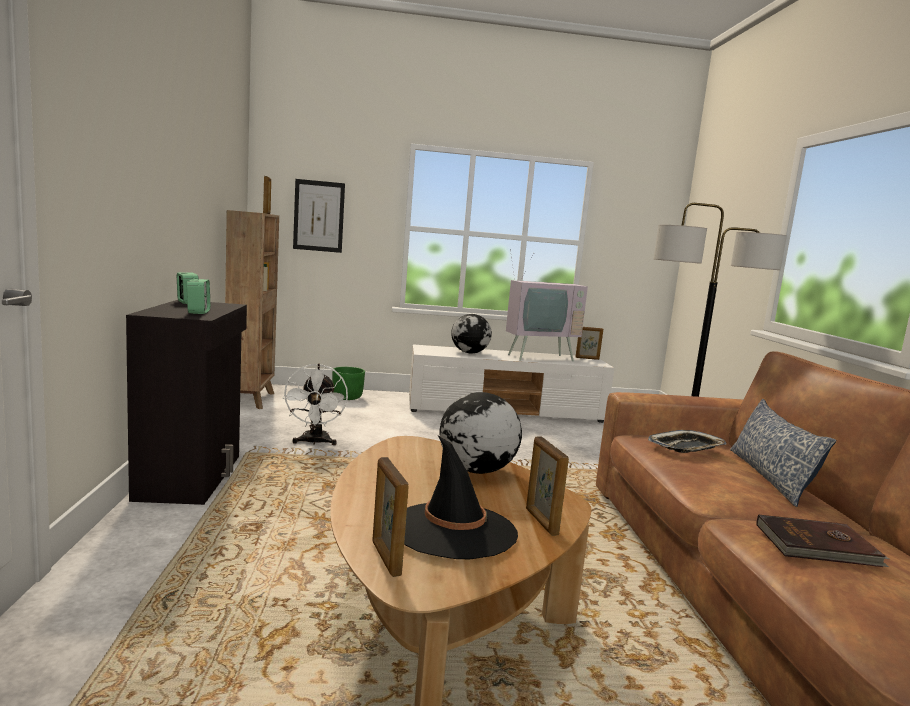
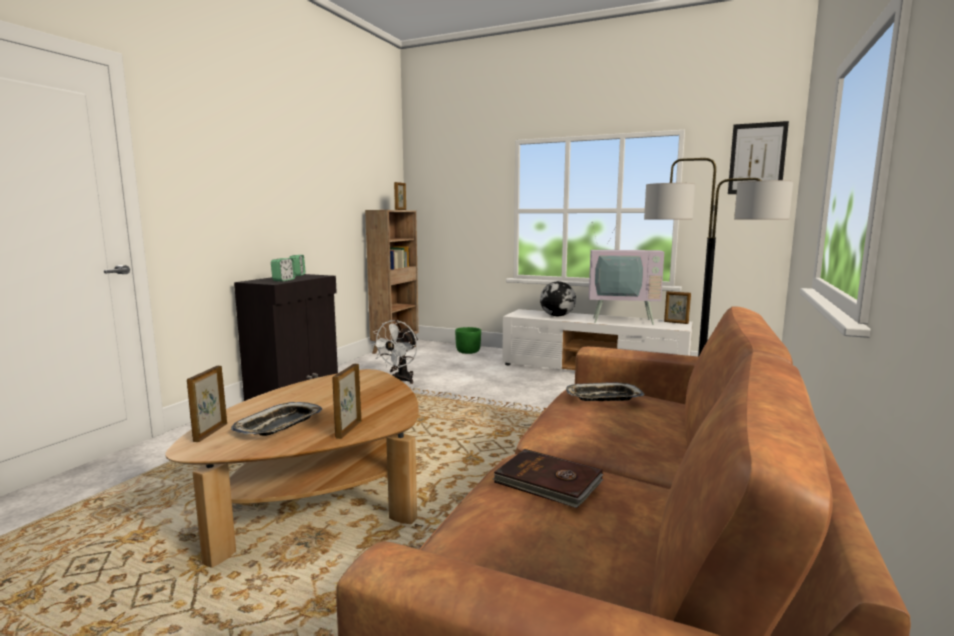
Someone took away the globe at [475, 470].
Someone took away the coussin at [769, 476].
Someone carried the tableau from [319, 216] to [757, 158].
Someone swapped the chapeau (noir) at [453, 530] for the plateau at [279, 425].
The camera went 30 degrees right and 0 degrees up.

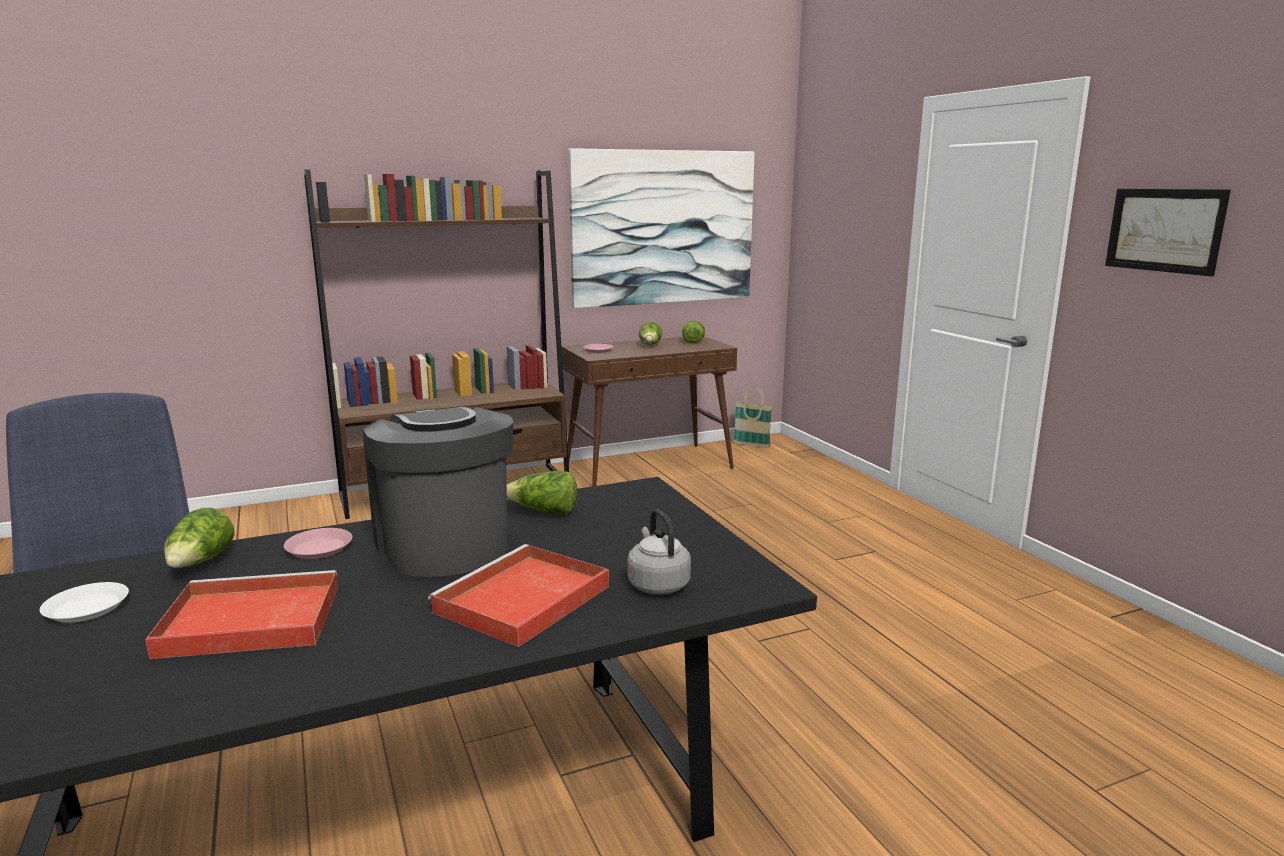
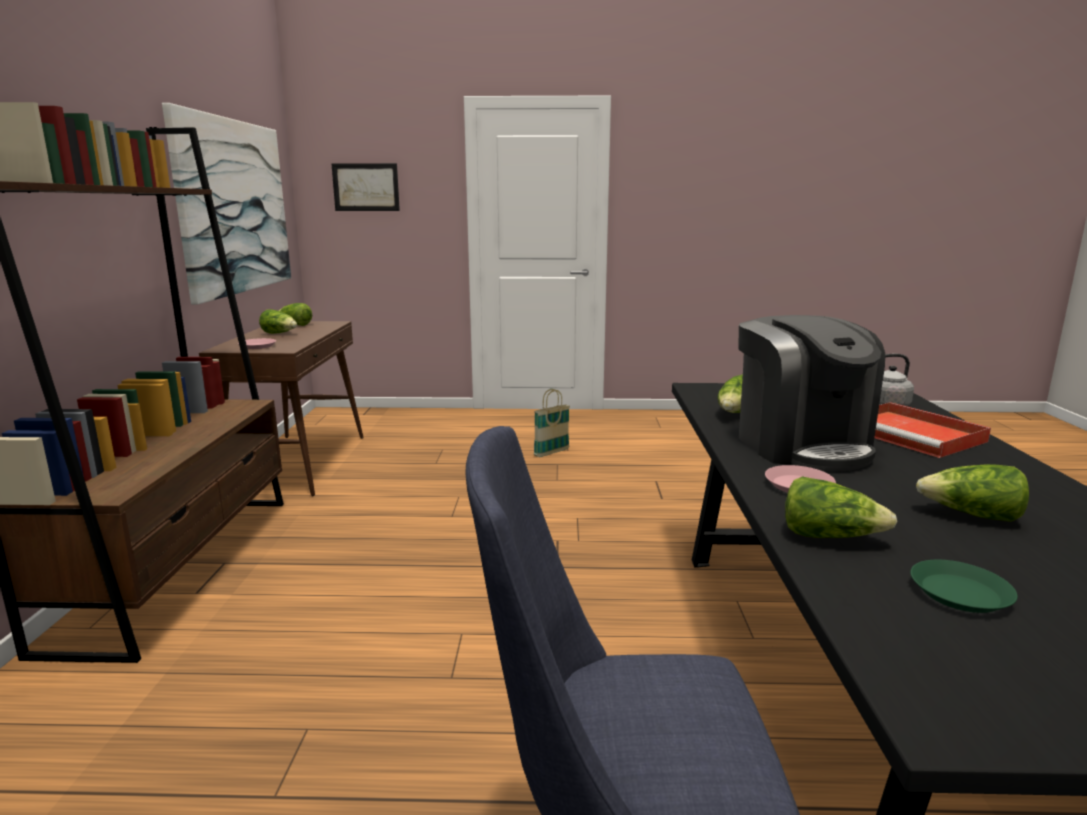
Someone carried the panier from [751, 445] to [551, 452].
Someone carried the tableau from [1164, 230] to [366, 187].
Someone swapped the plateau (rouge) at [247, 621] for the laitue at [971, 515].
Someone repainted the assiette (blanc) at [86, 608], which became the assiette (vert) at [960, 593].
Someone rotated the machine à café at [444, 544] by 105 degrees counterclockwise.
The camera went 65 degrees left and 0 degrees up.

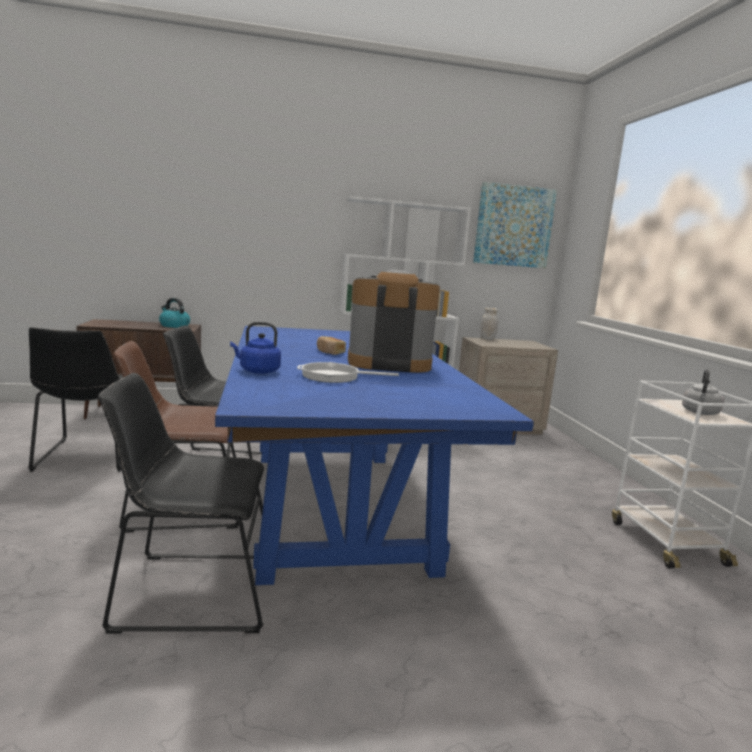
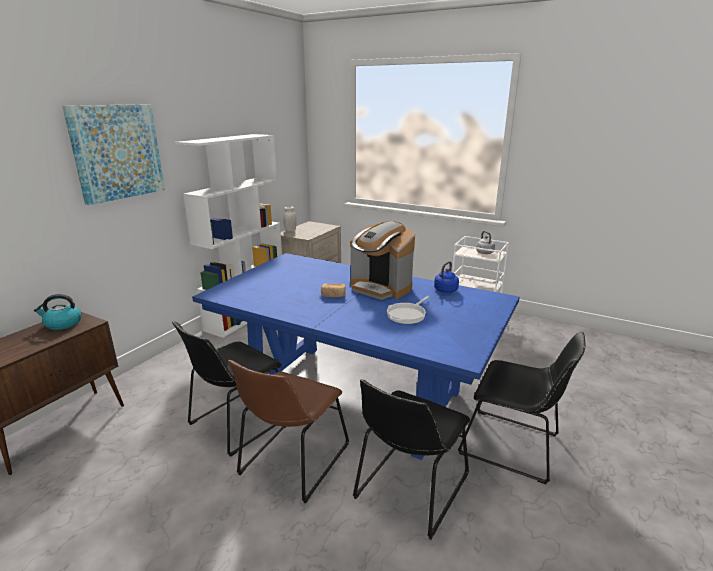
Someone carried the chaise (noir) from [88, 457] to [514, 446].
Someone carried the bouilloire (bleu) from [257, 371] to [445, 290].
Someone carried the tableau from [513, 226] to [117, 152].
Someone rotated the machine à café at [388, 363] by 90 degrees counterclockwise.
The camera went 50 degrees left and 10 degrees up.

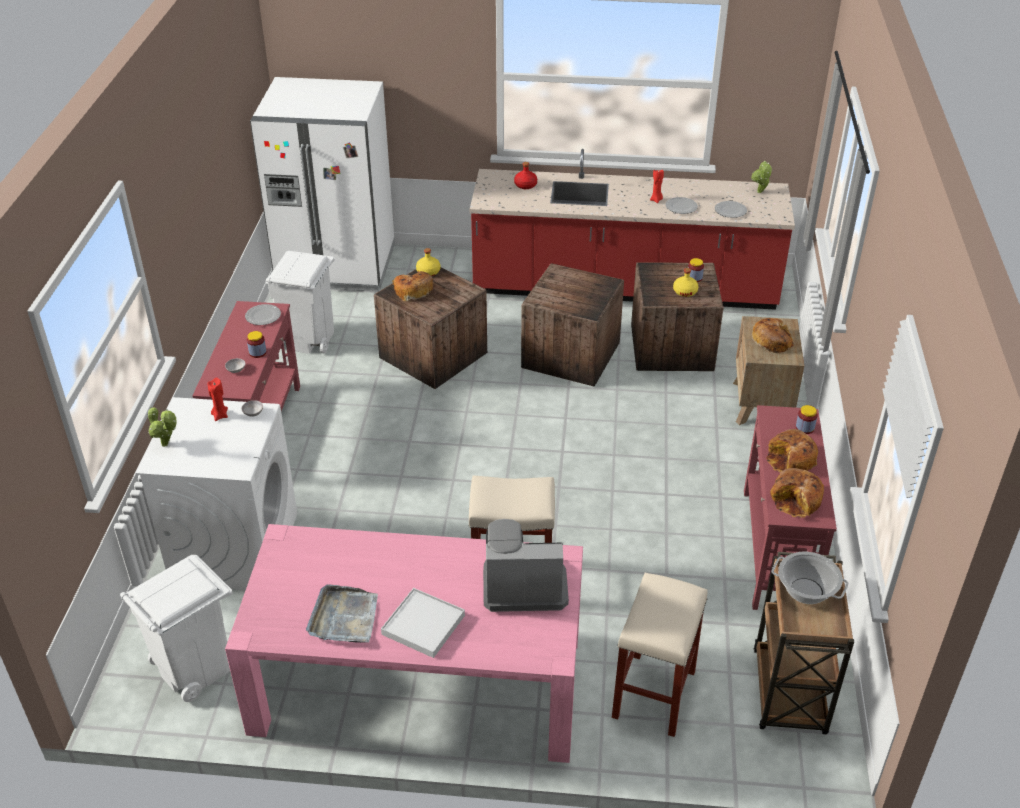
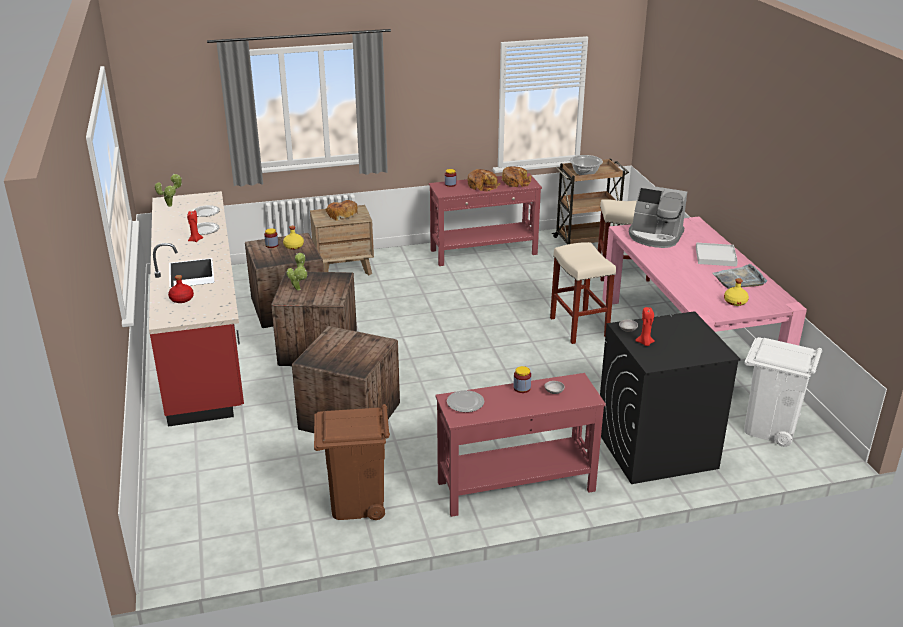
Someone took away the réfrigérateur (blanc) at [336, 266].
Someone took away the pain at [413, 290].
Someone carried the plante en pot from [166, 445] to [299, 288].
Someone carried the bouteille (jaune) from [428, 272] to [735, 302].
Someone repainted the lave-linge (blanc) at [235, 547], which became the lave-linge (noir) at [655, 449].
Someone repainted the poubelle (blanc) at [308, 339], which became the poubelle (marron) at [357, 503].
Someone rotated the machine à café at [523, 584] by 45 degrees counterclockwise.
The camera went 110 degrees left and 10 degrees down.

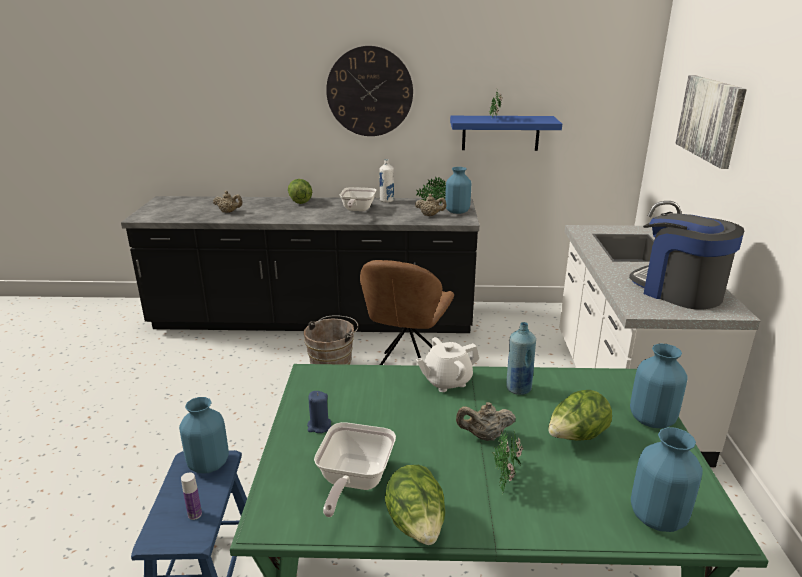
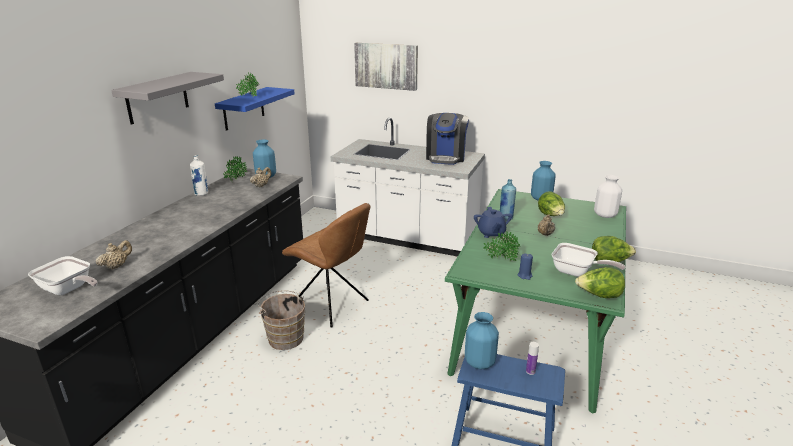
Someone carried the laitue from [300, 201] to [599, 296].
Someone carried the poêle from [357, 210] to [68, 290].
Someone carried the plante en pot from [504, 477] to [500, 259].
Someone swapped the horloge murale at [369, 92] for the étagère (gris) at [157, 97].
Someone repainted the théière (blanc) at [446, 381], which became the théière (bleu) at [491, 233].
Someone repainted the vase (bleu) at [658, 517], which became the vase (blanc) at [605, 215].
Someone rotated the machine à café at [678, 291] by 60 degrees counterclockwise.
The camera went 70 degrees left and 0 degrees up.

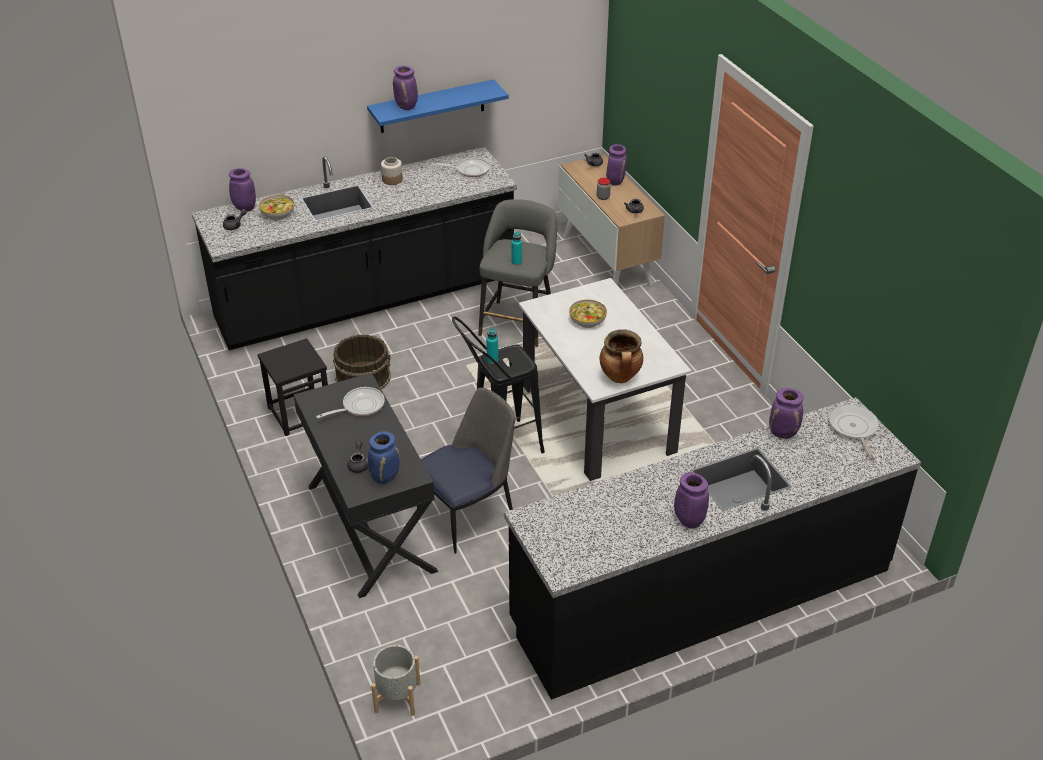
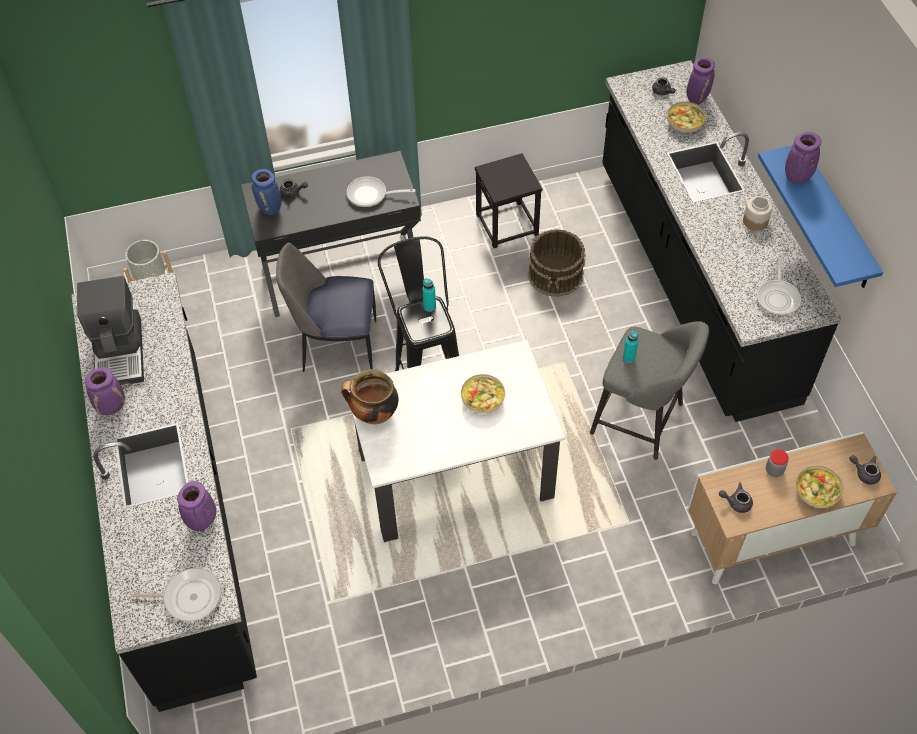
Someone put down the machine à café at [120, 352].
Someone swapped the vase (violet) at [615, 181] for the bol at [817, 492].
Someone rotated the poêle at [360, 406] by 120 degrees clockwise.
Someone rotated the chaise at [468, 516] by 120 degrees clockwise.
The camera went 100 degrees right and 15 degrees up.

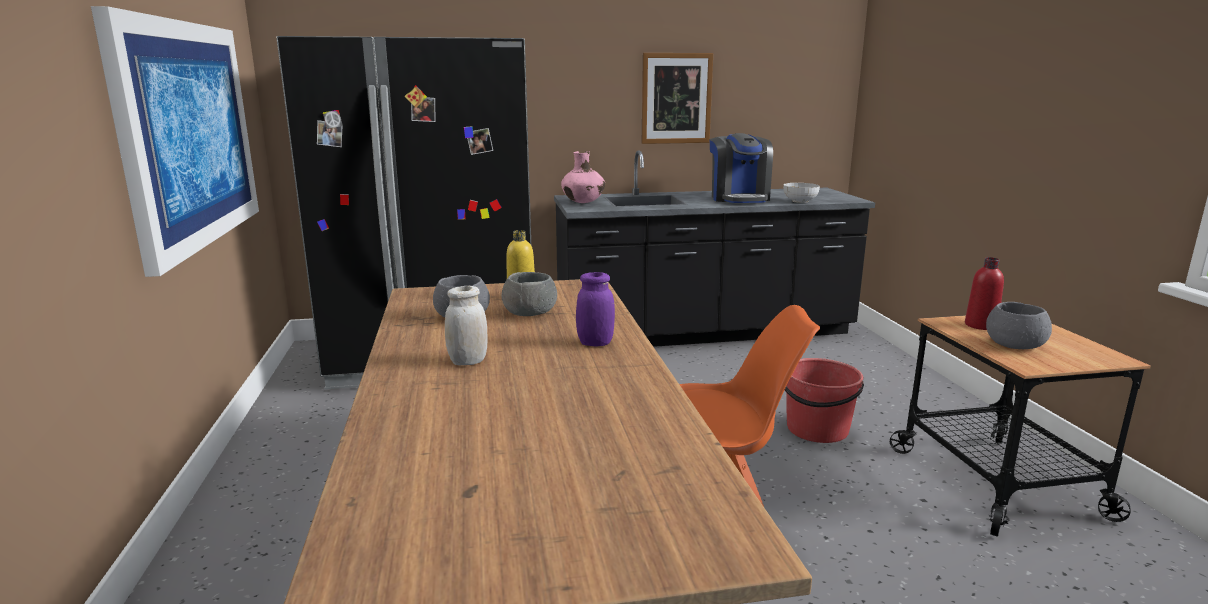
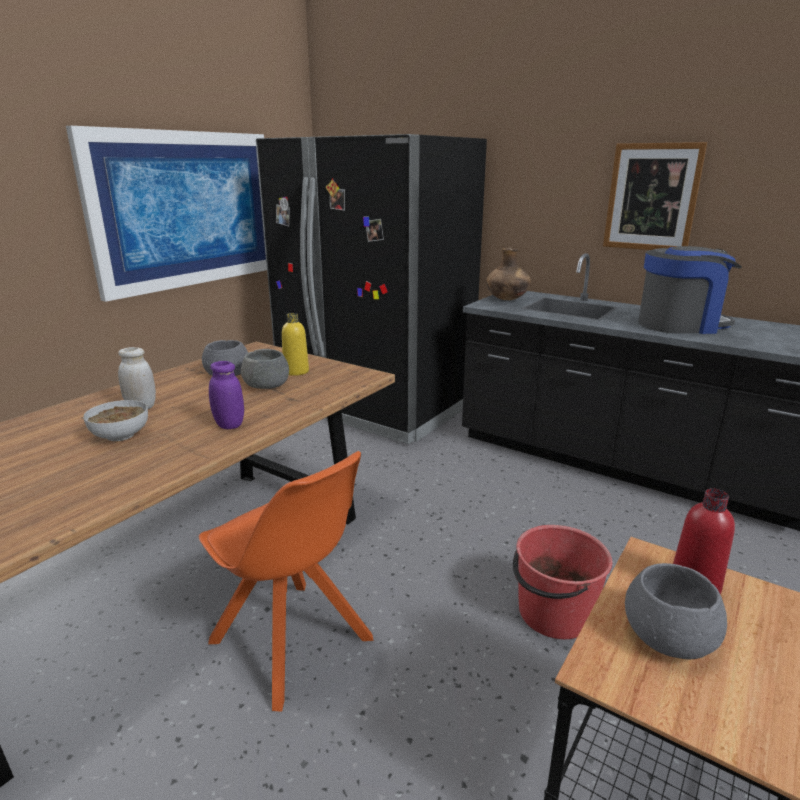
Someone carried the bol from [800, 201] to [121, 436].
Someone repainted the vase (rose) at [583, 202], which became the vase (marron) at [507, 299].
Someone rotated the machine à café at [739, 198] by 135 degrees counterclockwise.
The camera went 45 degrees right and 5 degrees up.

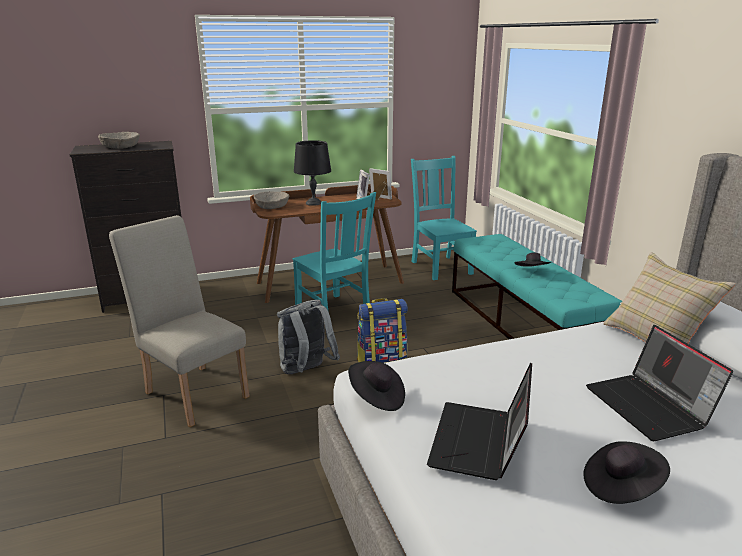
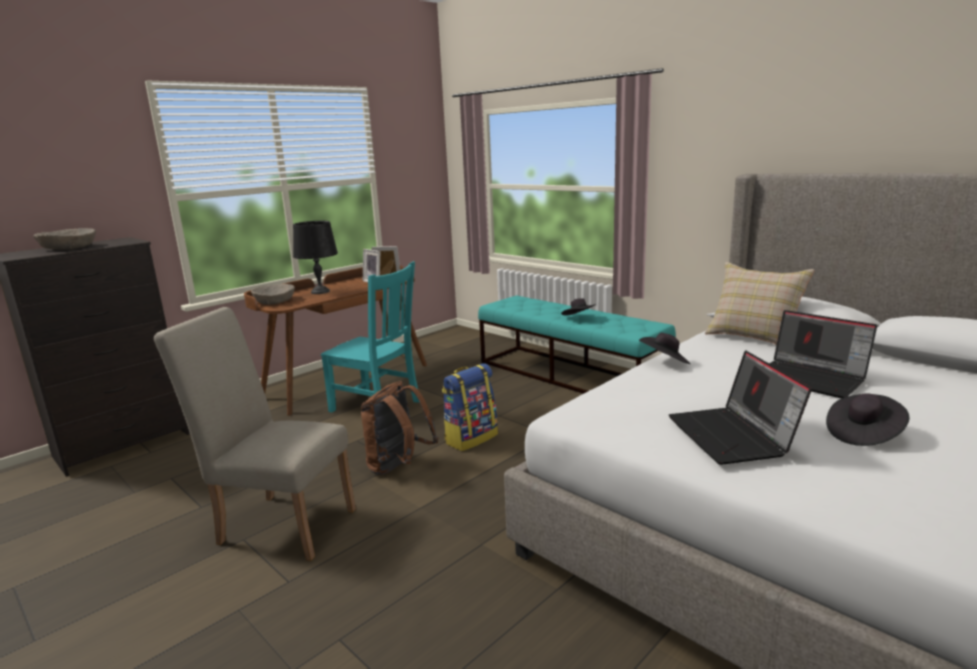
Someone took away the chaise (turquoise) at [440, 267].
Someone carried the chapeau (noir) from [376, 398] to [665, 362].
Someone repainted the sac à dos (gris) at [306, 371], which became the sac à dos (marron) at [398, 467].
The camera went 25 degrees left and 5 degrees down.

